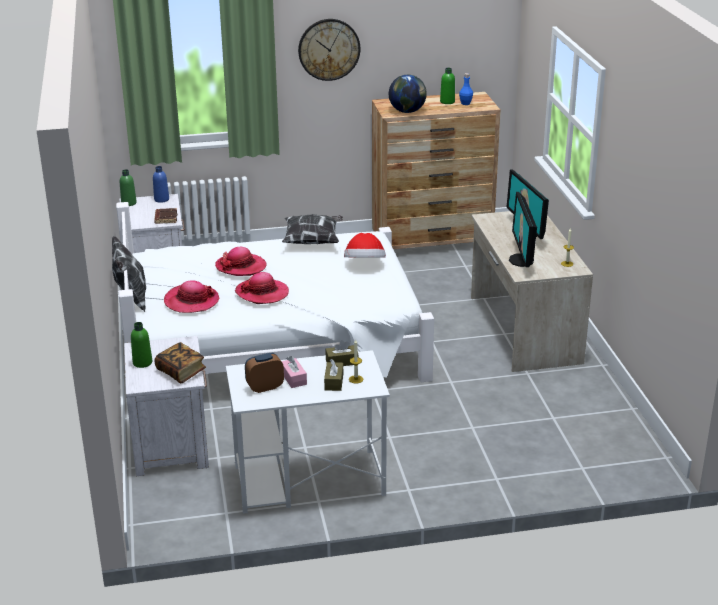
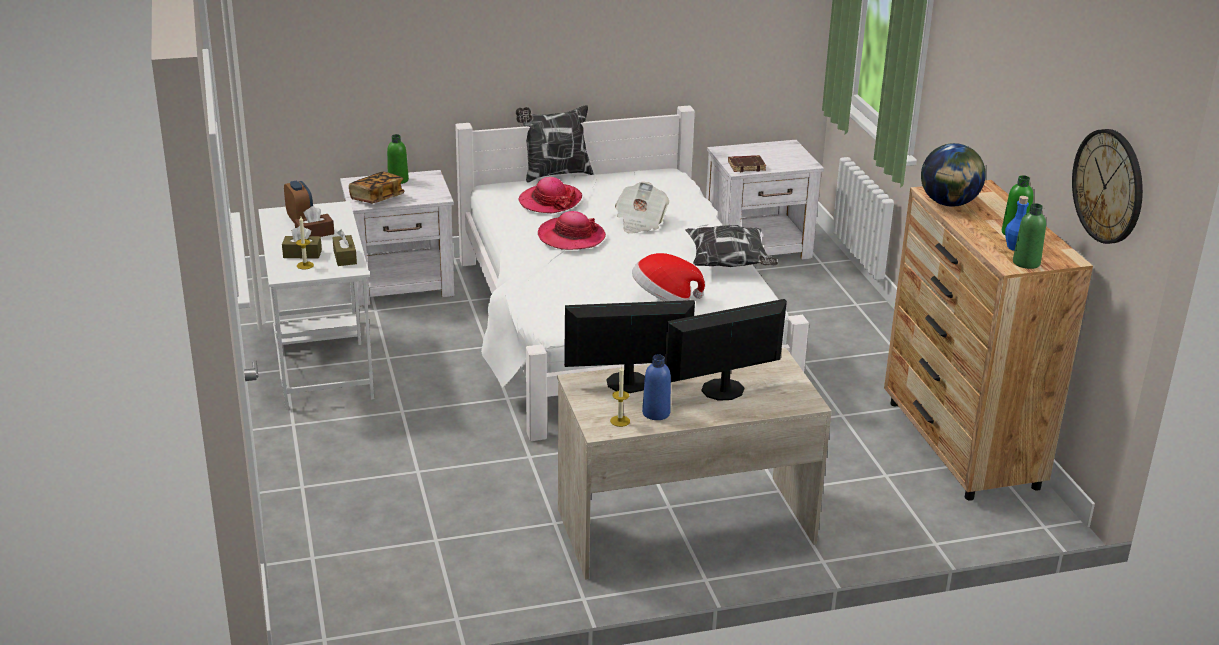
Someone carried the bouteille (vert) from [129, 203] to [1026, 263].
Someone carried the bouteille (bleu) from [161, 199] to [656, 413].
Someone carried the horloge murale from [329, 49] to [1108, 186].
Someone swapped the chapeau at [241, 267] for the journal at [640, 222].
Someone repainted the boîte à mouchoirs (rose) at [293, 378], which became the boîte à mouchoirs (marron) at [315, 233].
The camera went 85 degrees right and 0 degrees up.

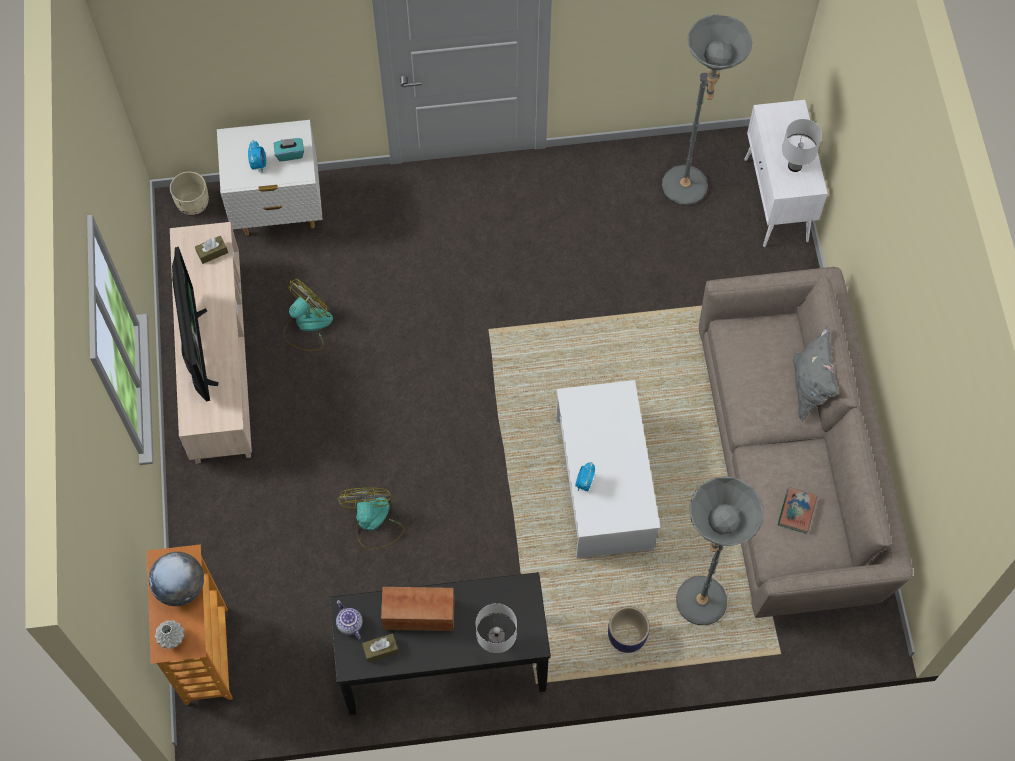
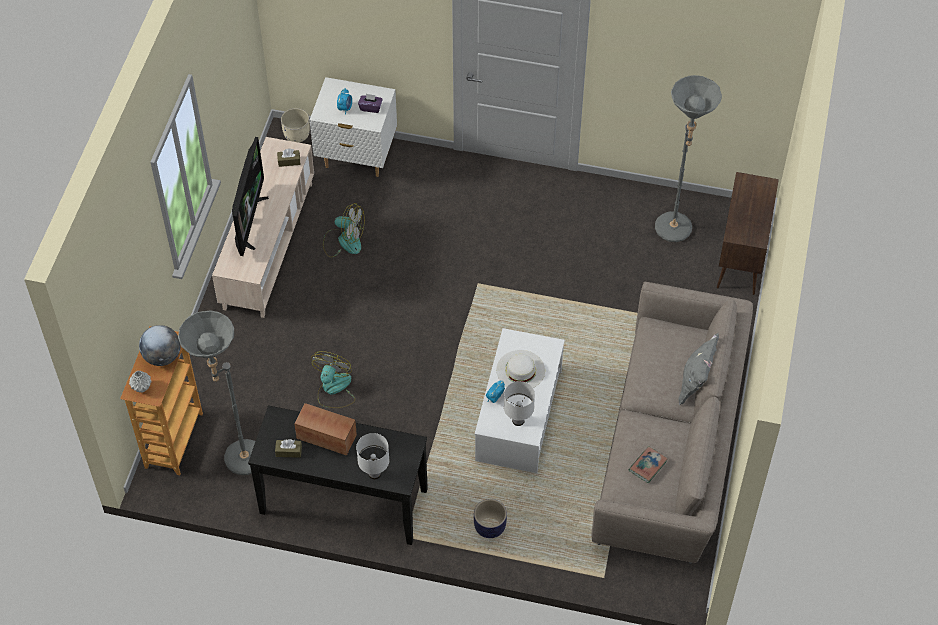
Someone took away the théière at [349, 624].
Someone put down the chapeau (blanc) at [520, 370].
Someone carried the lampadaire (gris) from [695, 610] to [236, 462].
Someone carried the lampe de table (blanc) from [794, 166] to [518, 420].
Someone repainted the boîte à mouchoirs (turquoise) at [290, 154], which became the boîte à mouchoirs (violet) at [370, 107].
Someone repainted the meuble de rangement (blanc) at [776, 201], which became the meuble de rangement (marron) at [741, 259].
Someone rotated the ventilateur at [307, 325] by 45 degrees clockwise.
The camera went 20 degrees right and 10 degrees down.

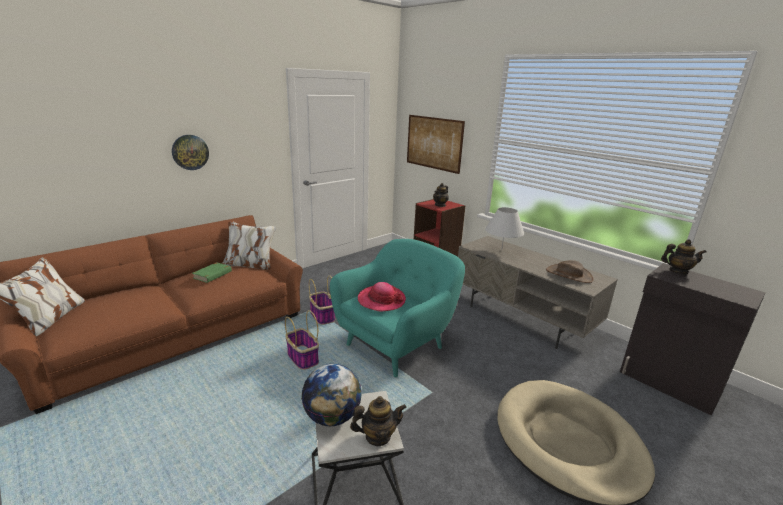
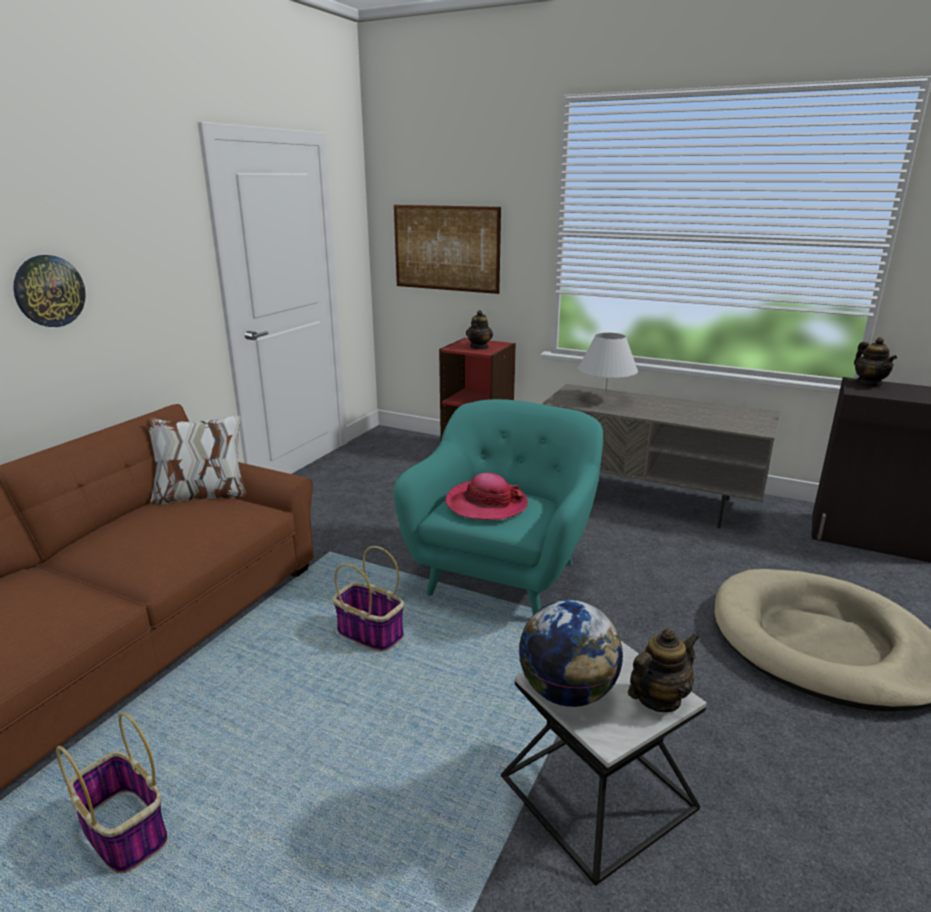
Someone took away the livre (vert) at [213, 274].
Someone took away the chapeau (marron) at [569, 274].
Someone carried the panier from [322, 316] to [123, 831].
Someone rotated the théière at [678, 271] by 90 degrees clockwise.
The camera went 20 degrees left and 0 degrees up.

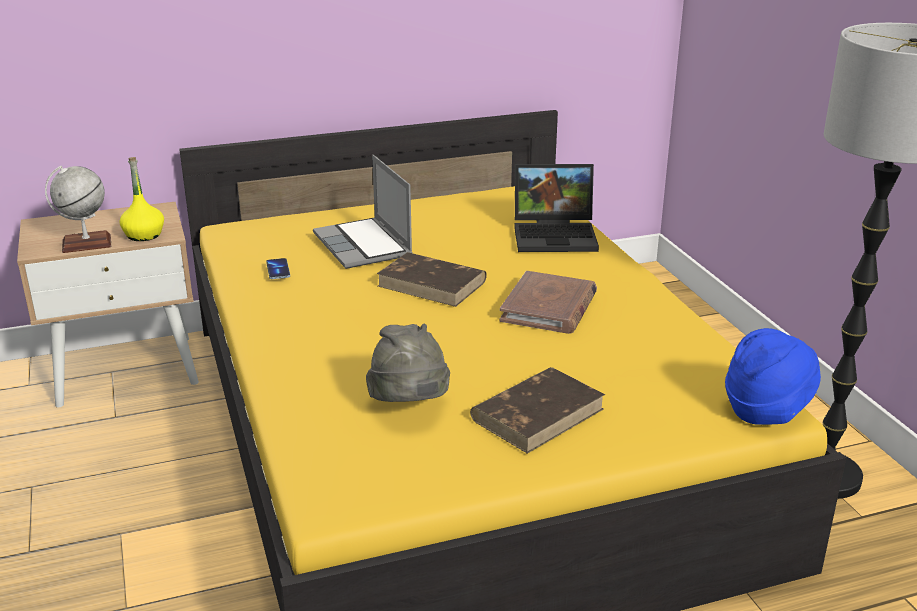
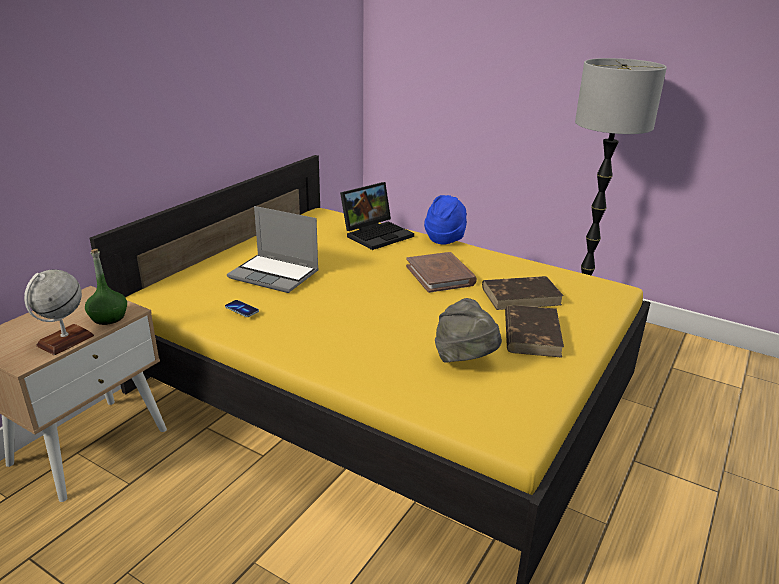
Someone carried the livre (marron) from [433, 284] to [521, 296].
Someone carried the chapeau (bleu) from [766, 410] to [445, 238].
Someone repainted the bouteille (jaune) at [143, 235], which became the bouteille (vert) at [108, 317].
The camera went 40 degrees left and 0 degrees up.

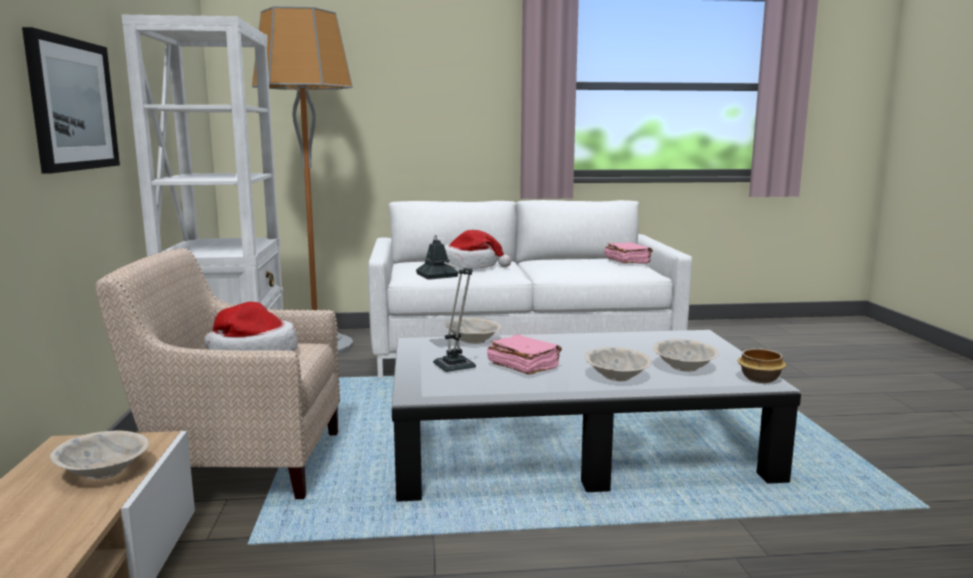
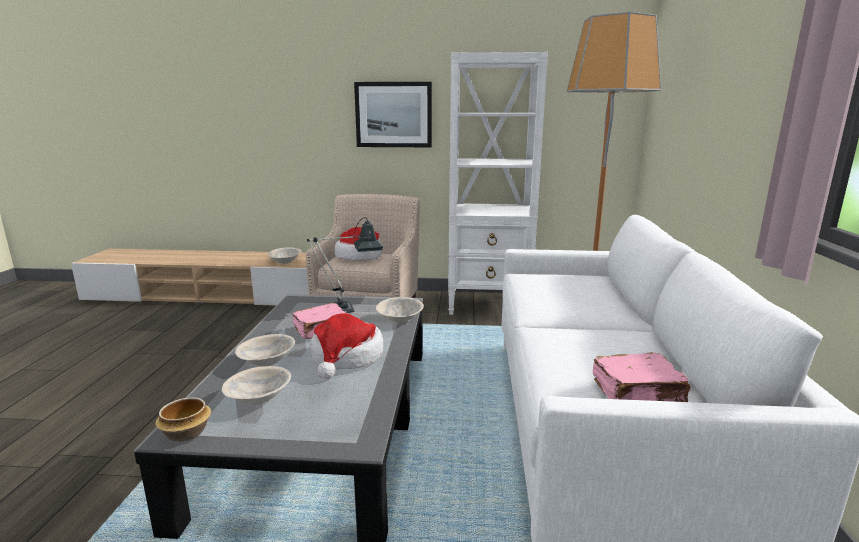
Someone carried the chapeau from [471, 266] to [346, 357].
The camera went 100 degrees right and 5 degrees up.

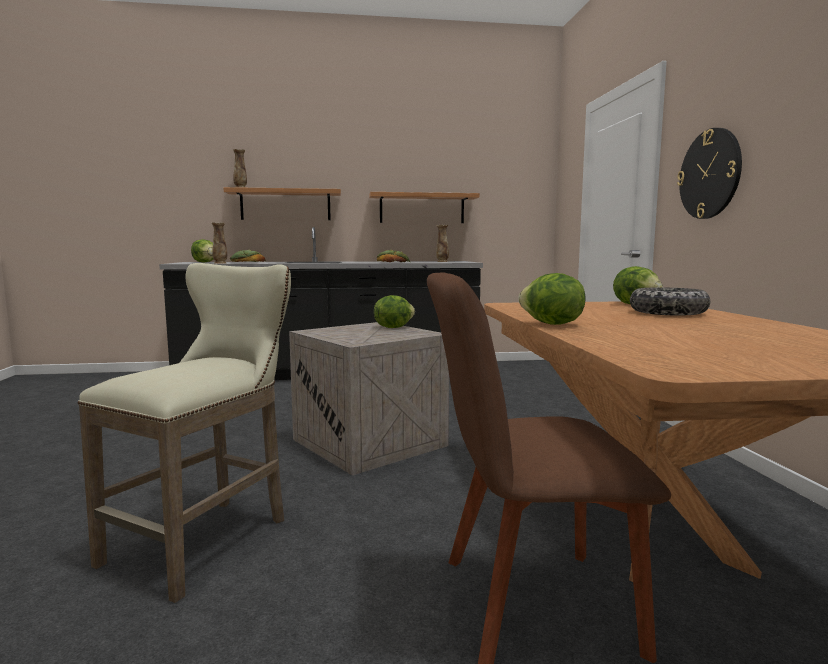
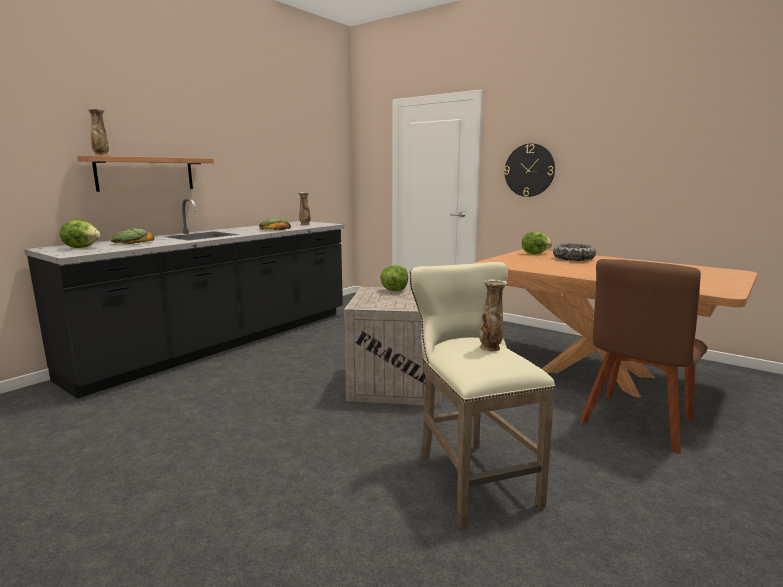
Someone took away the étagère at [422, 208].
Someone took away the laitue at [551, 324].
Someone carried the vase from [220, 263] to [490, 348].
The camera went 45 degrees left and 5 degrees up.

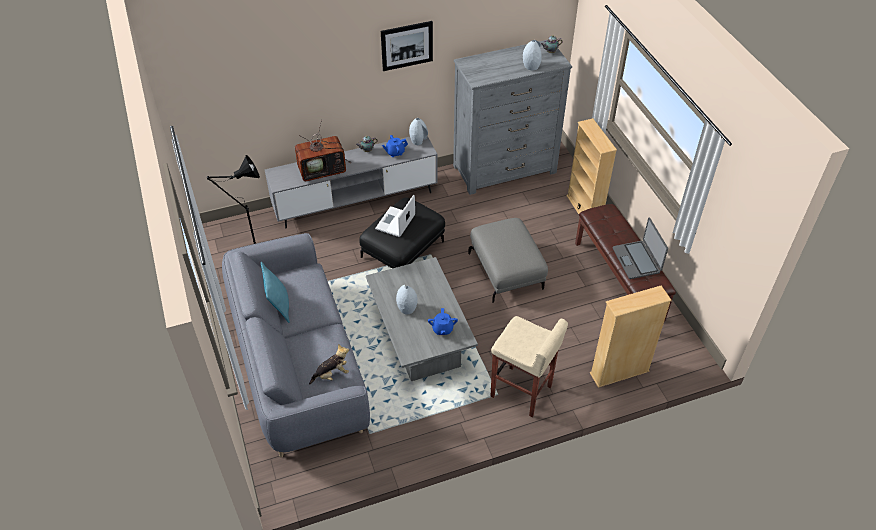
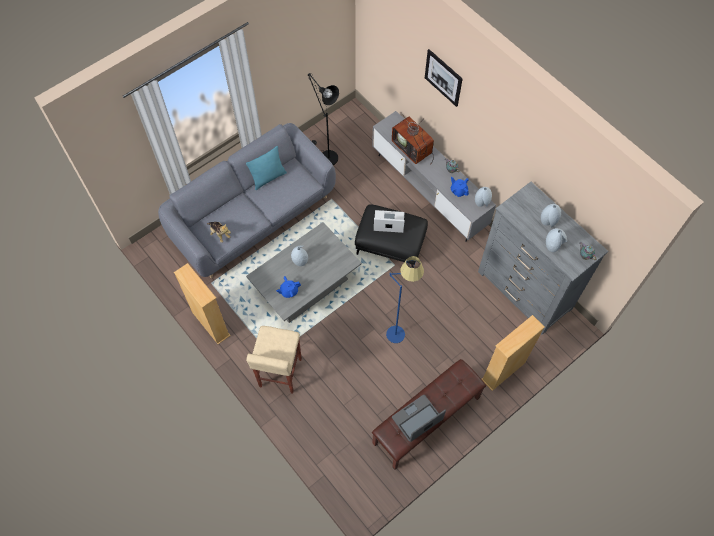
Someone put down the vase (gris) at [548, 222].
Someone carried the tableau from [407, 45] to [443, 77].
Someone carried the bibliothèque (beige) from [619, 372] to [210, 324].
Someone swapped the pouf (gris) at [507, 271] for the lampadaire (bleu) at [400, 327].
The camera went 70 degrees right and 15 degrees up.

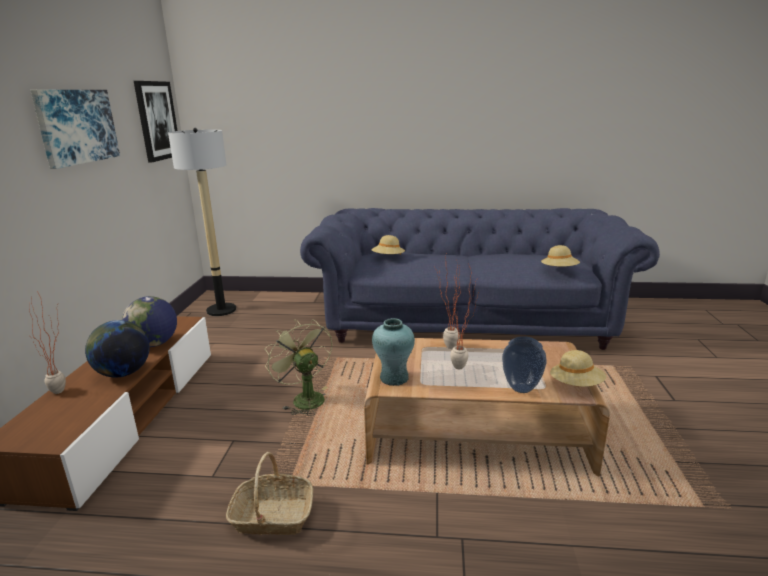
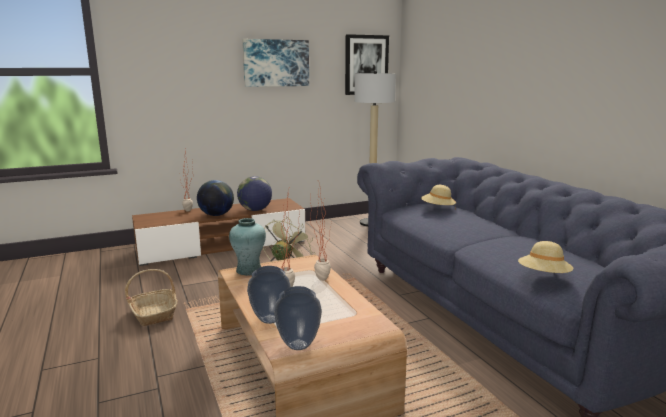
Someone swapped the chapeau (beige) at [576, 385] for the vase at [299, 345].
The camera went 60 degrees right and 5 degrees down.

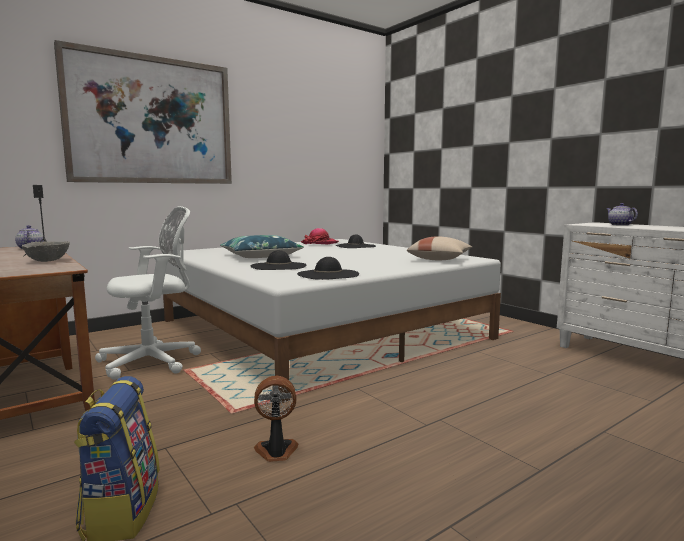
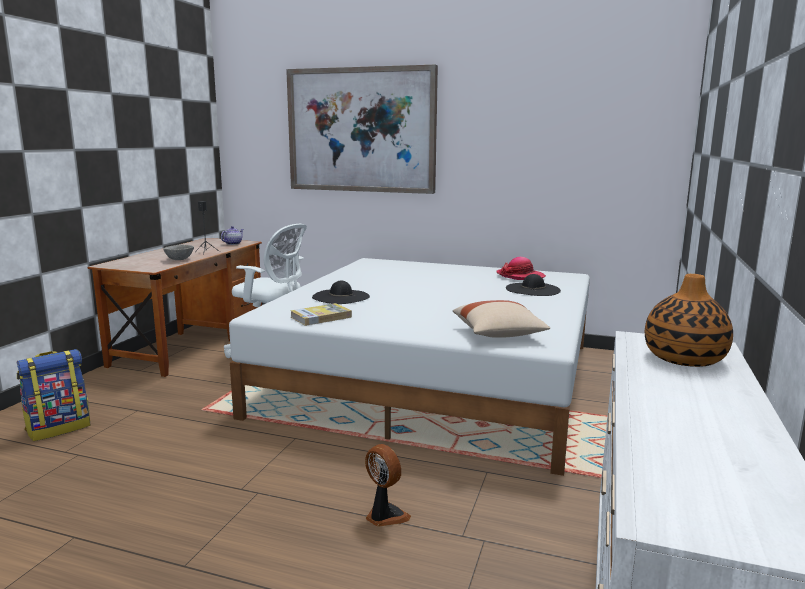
Someone took away the coussin (bleu) at [261, 256].
Someone carried the ventilateur from [276, 452] to [384, 516].
Someone swapped the chapeau (noir) at [328, 274] for the livre at [321, 317].
Someone swapped the théière at [619, 225] for the vase at [684, 358].
The camera went 55 degrees right and 5 degrees up.

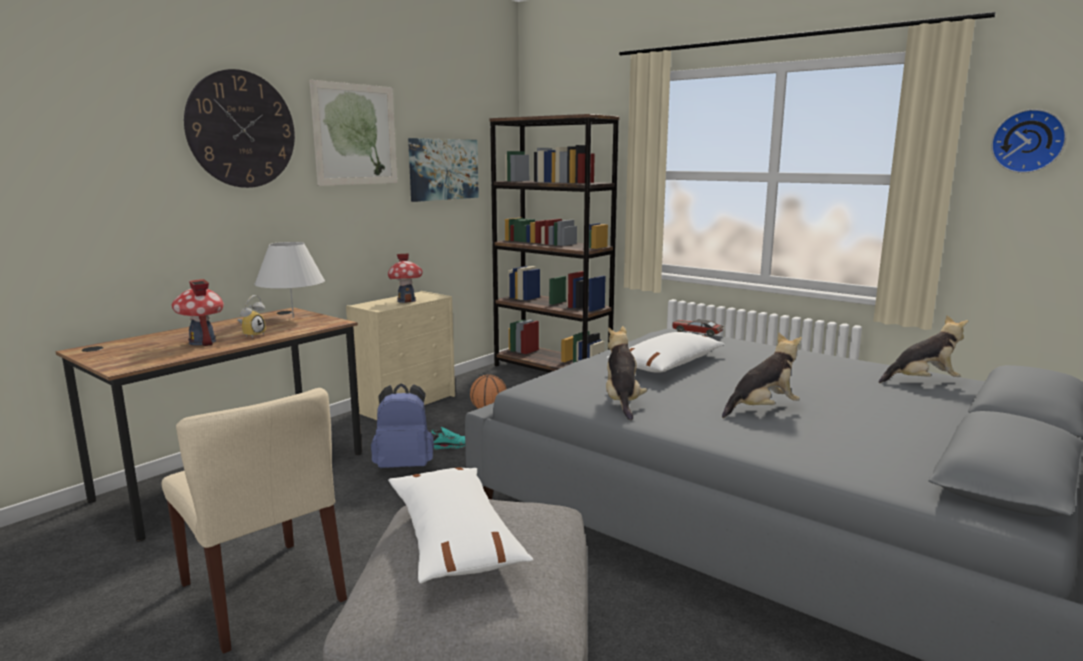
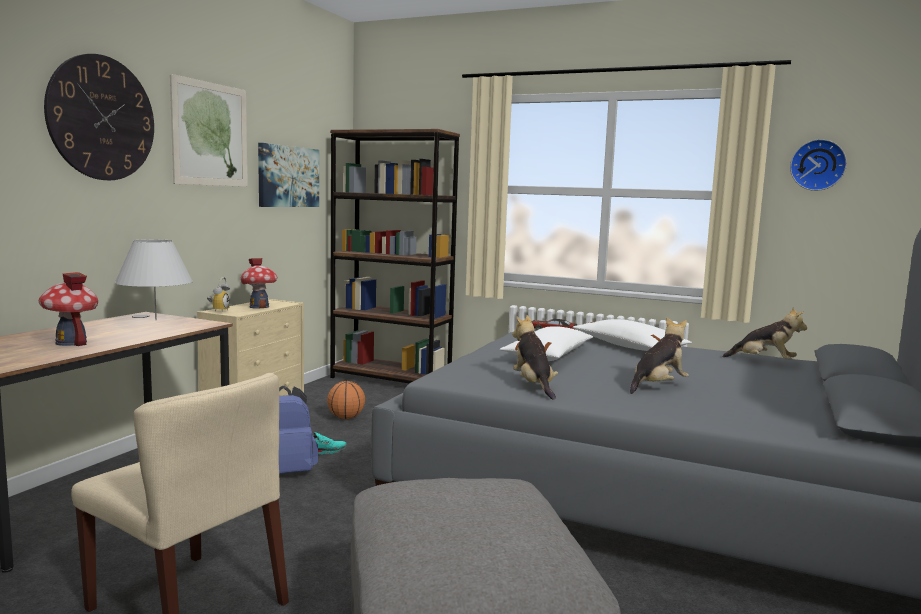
Someone carried the réveil from [252, 335] to [218, 310].
Someone carried the coussin (blanc) from [453, 537] to [629, 347].
Someone rotated the peluche at [922, 382] by 45 degrees clockwise.
The camera went 15 degrees left and 5 degrees down.

